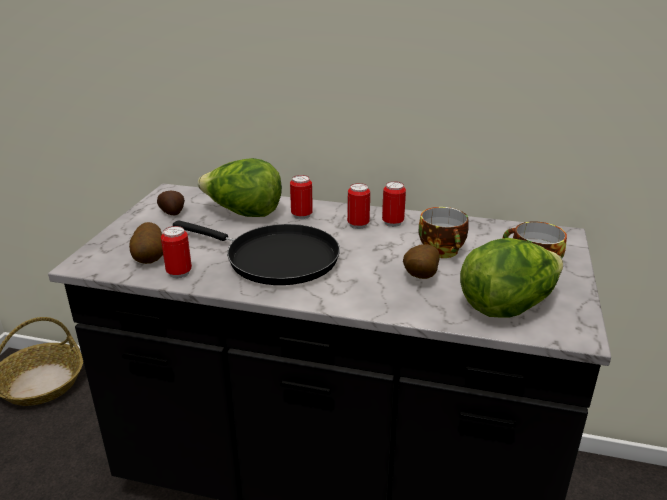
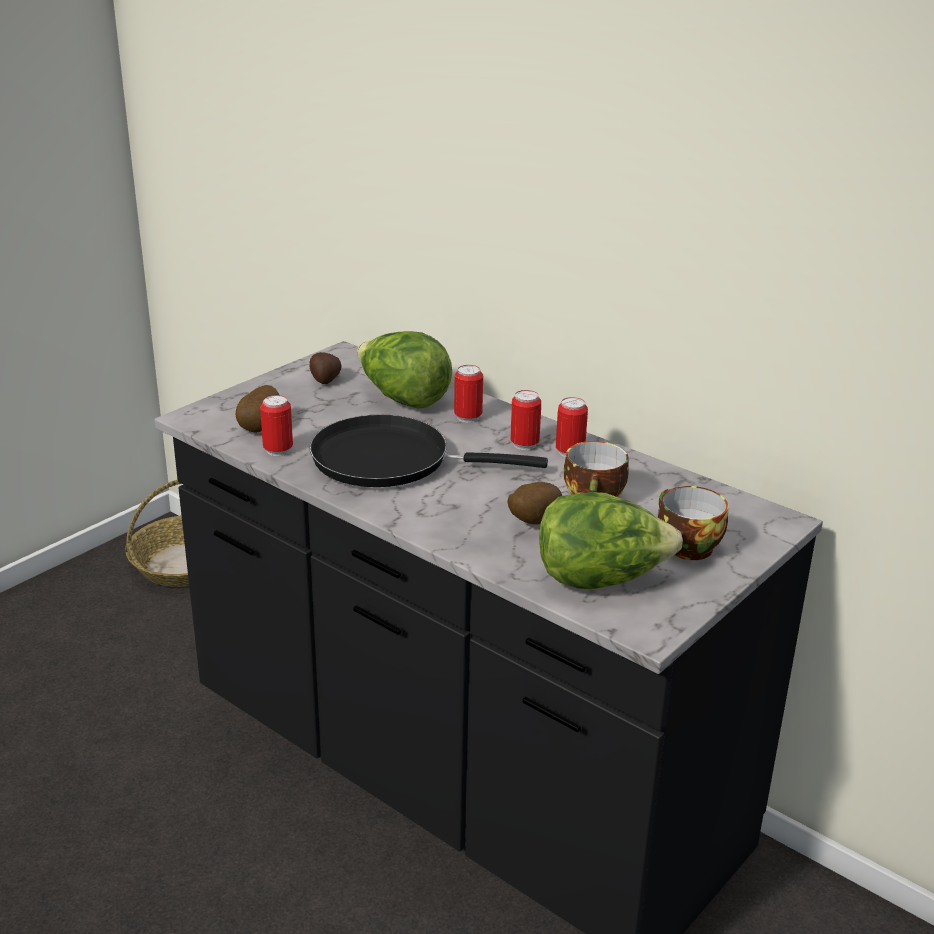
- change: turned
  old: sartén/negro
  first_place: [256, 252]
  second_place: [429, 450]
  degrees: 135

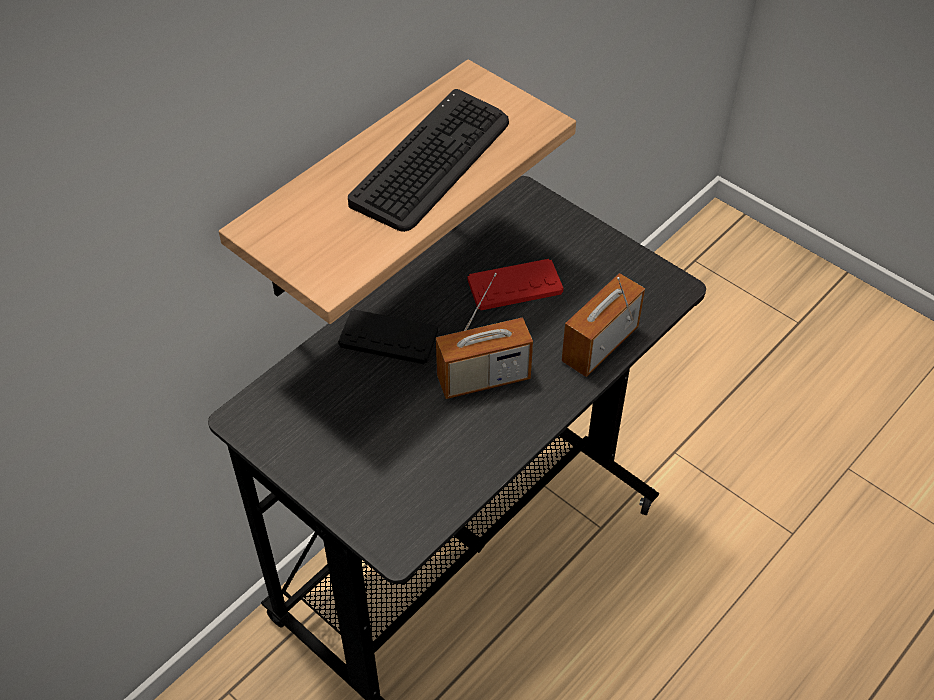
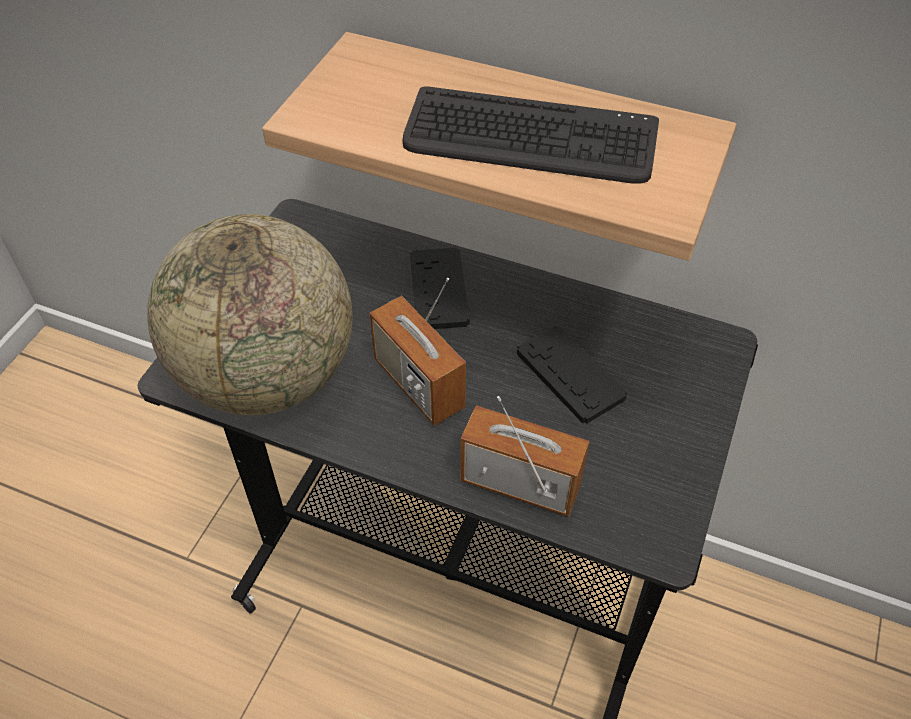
- change: recoloured
  old: mando de consola/rojo
  new: mando de consola/negro
  first_place: [515, 284]
  second_place: [572, 374]
- change: added
  new: globo terráqueo
  second_place: [250, 314]

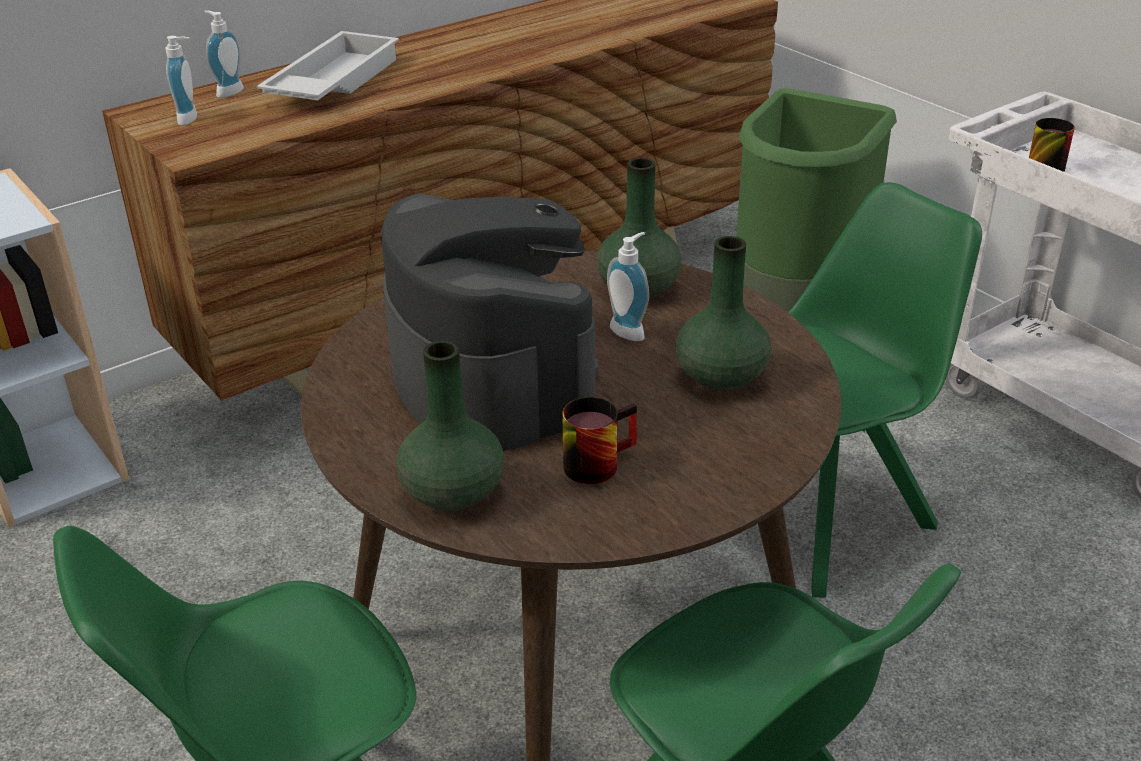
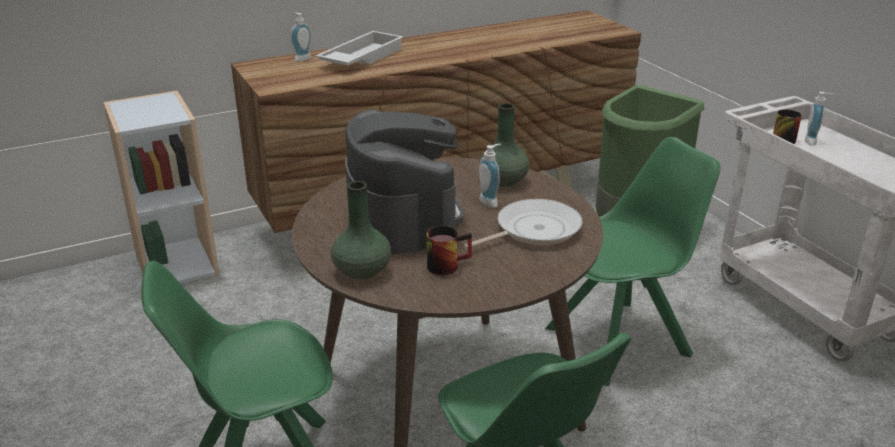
- change: moved
  old: dispensador de jabón
  first_place: [181, 81]
  second_place: [819, 119]
- change: replaced
  old: florero/verde
  new: sartén
  first_place: [723, 313]
  second_place: [523, 224]

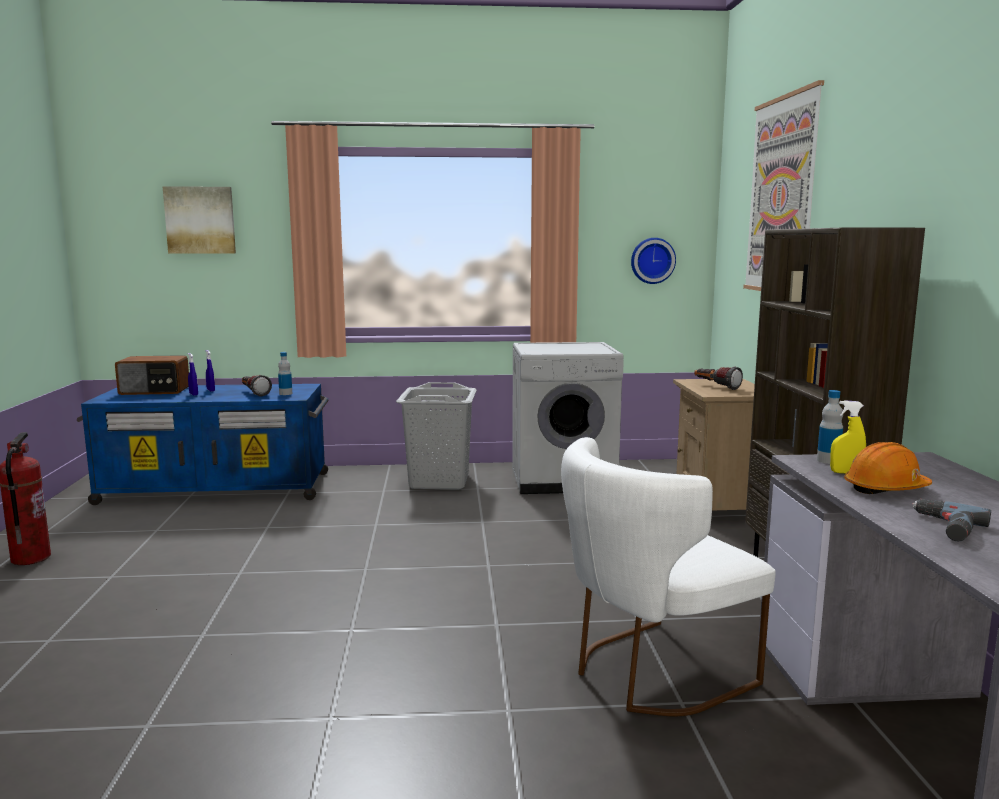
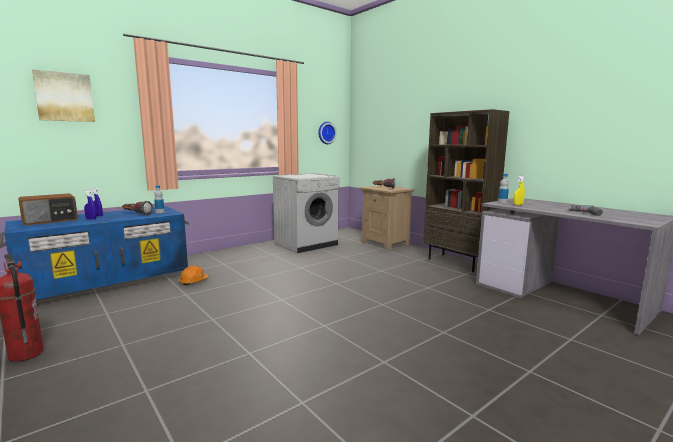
- change: removed
  old: cesto de la ropa/gris
  first_place: [436, 435]
- change: removed
  old: silla/blanco
  first_place: [668, 577]
- change: removed
  old: cuadro
  first_place: [783, 185]
- change: moved
  old: casco/naranja
  first_place: [888, 468]
  second_place: [194, 275]

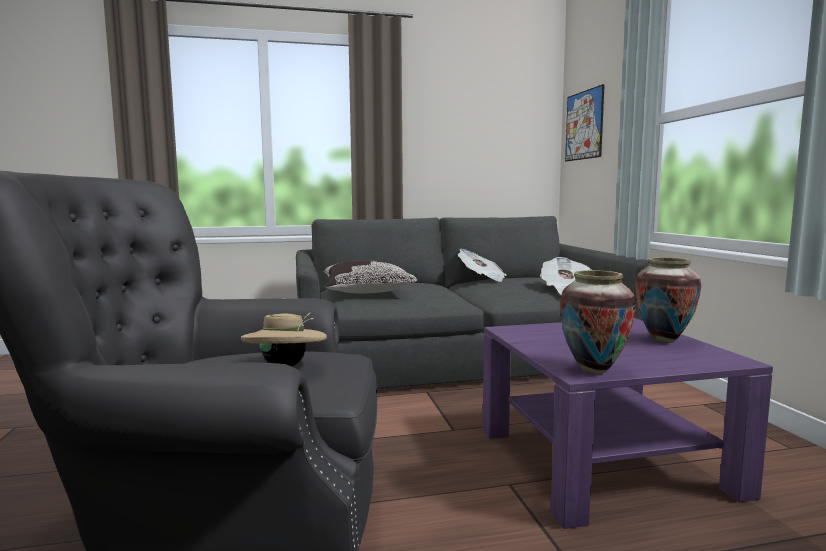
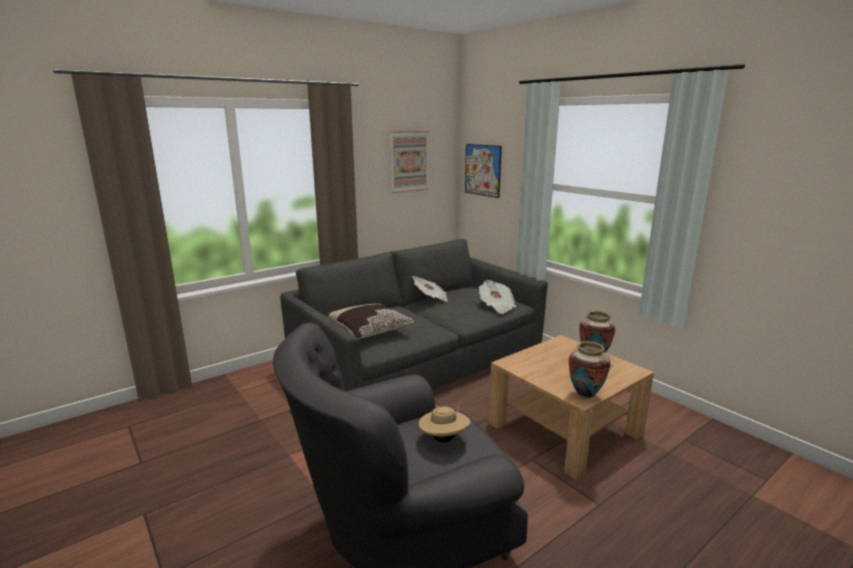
- change: recoloured
  old: mesa de centro/morado
  new: mesa de centro/marrón
  first_place: [628, 423]
  second_place: [571, 407]
- change: added
  new: cuadro
  second_place: [409, 162]

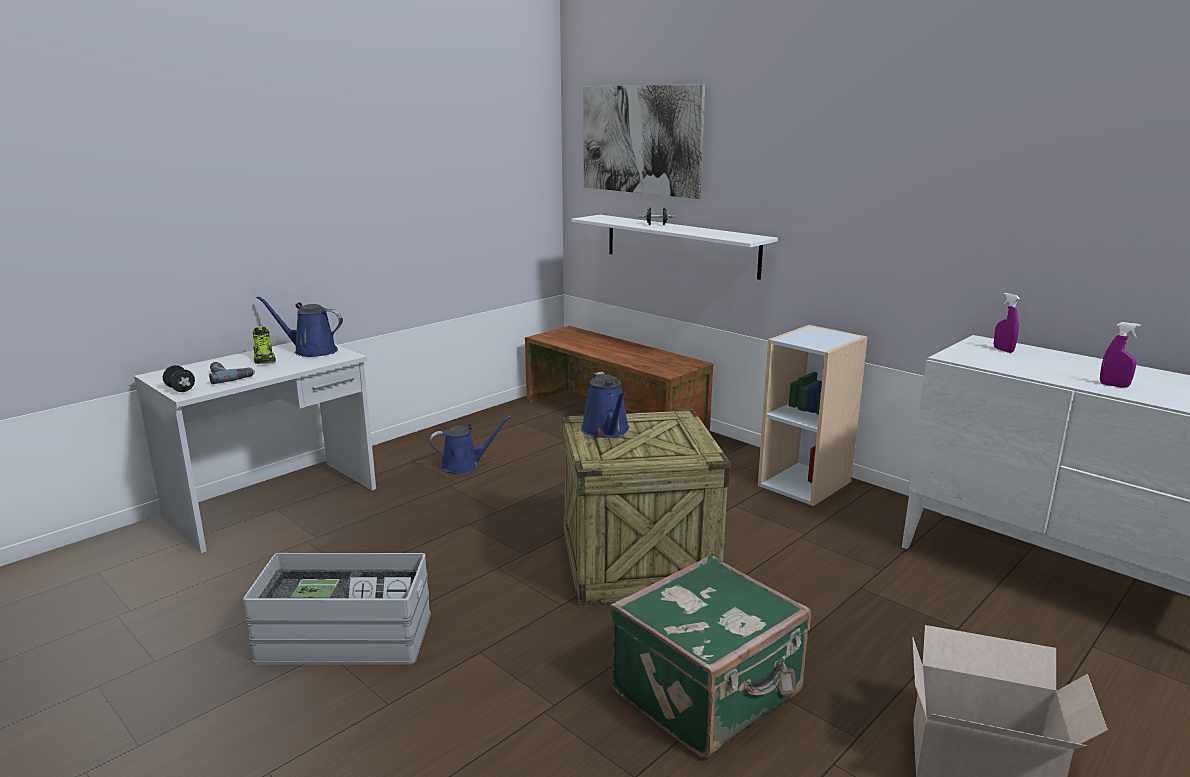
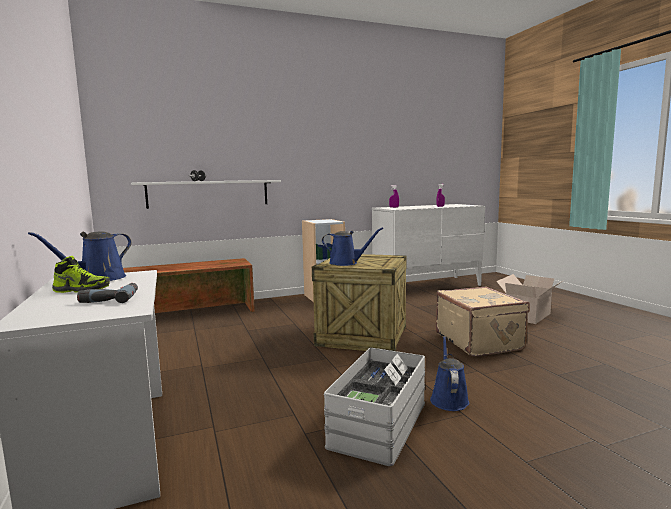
- change: removed
  old: mancuerna/negro
  first_place: [179, 378]
- change: moved
  old: regadera/azul
  first_place: [470, 445]
  second_place: [450, 373]
- change: removed
  old: cuadro
  first_place: [644, 142]
- change: recoloured
  old: maleta/verde
  new: maleta/beis
  first_place: [710, 656]
  second_place: [483, 321]

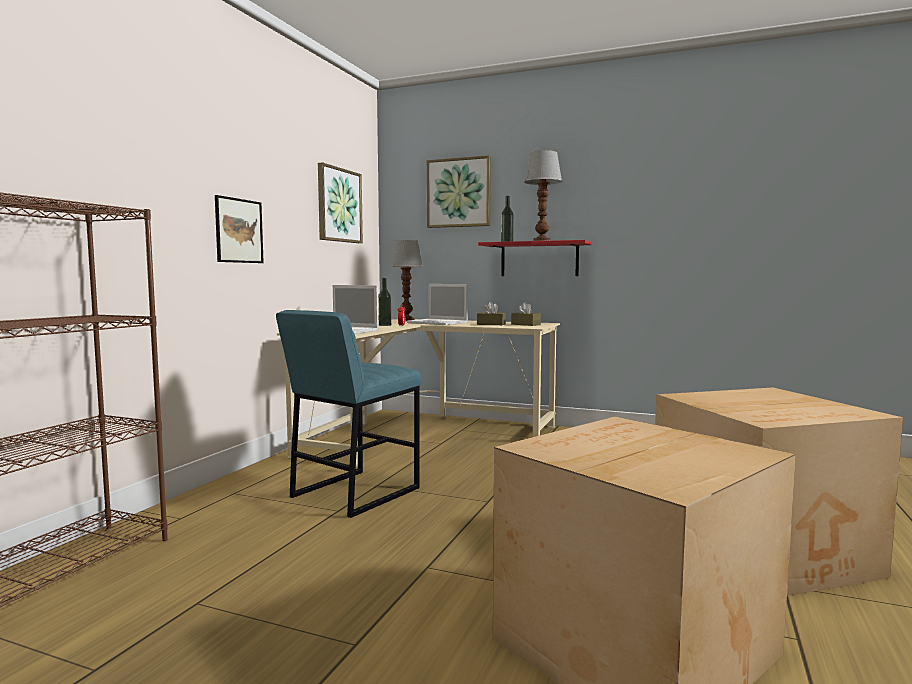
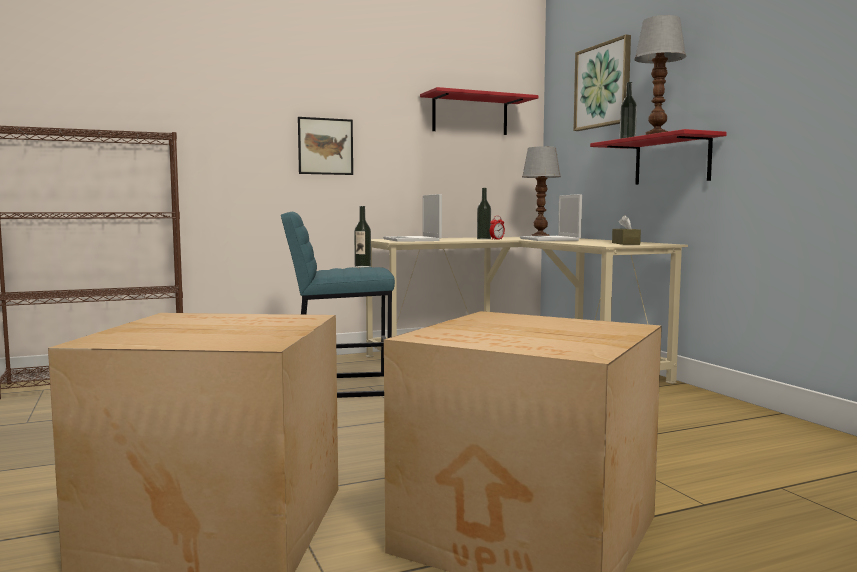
- change: replaced
  old: cuadro
  new: estante/rojo
  first_place: [340, 202]
  second_place: [479, 111]
- change: removed
  old: caja de pañuelos/marrón
  first_place: [491, 313]
- change: added
  new: botella
  second_place: [362, 236]

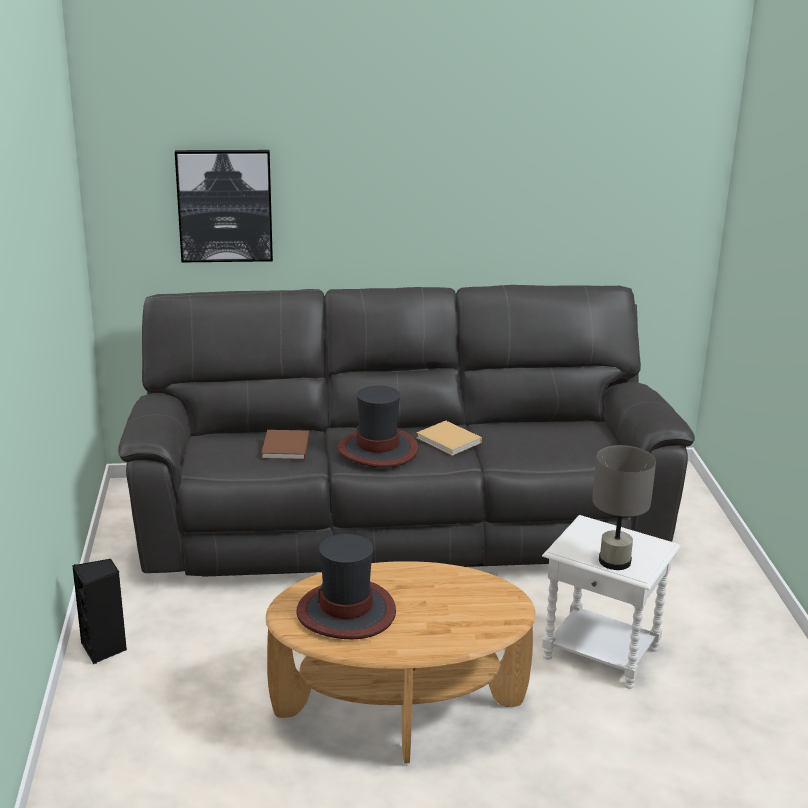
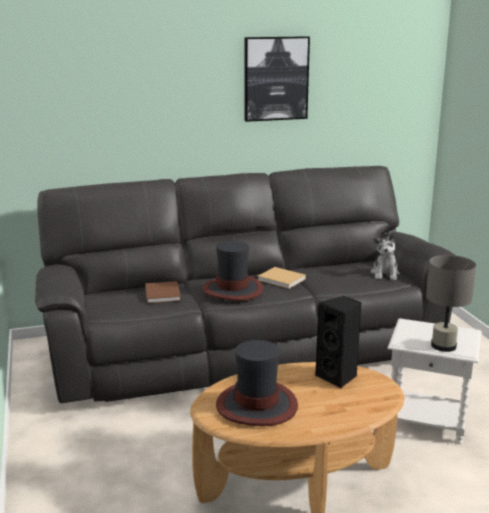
- change: moved
  old: altavoz/negro
  first_place: [99, 611]
  second_place: [338, 342]
- change: moved
  old: cuadro
  first_place: [224, 206]
  second_place: [277, 79]
- change: added
  new: peluche
  second_place: [385, 256]

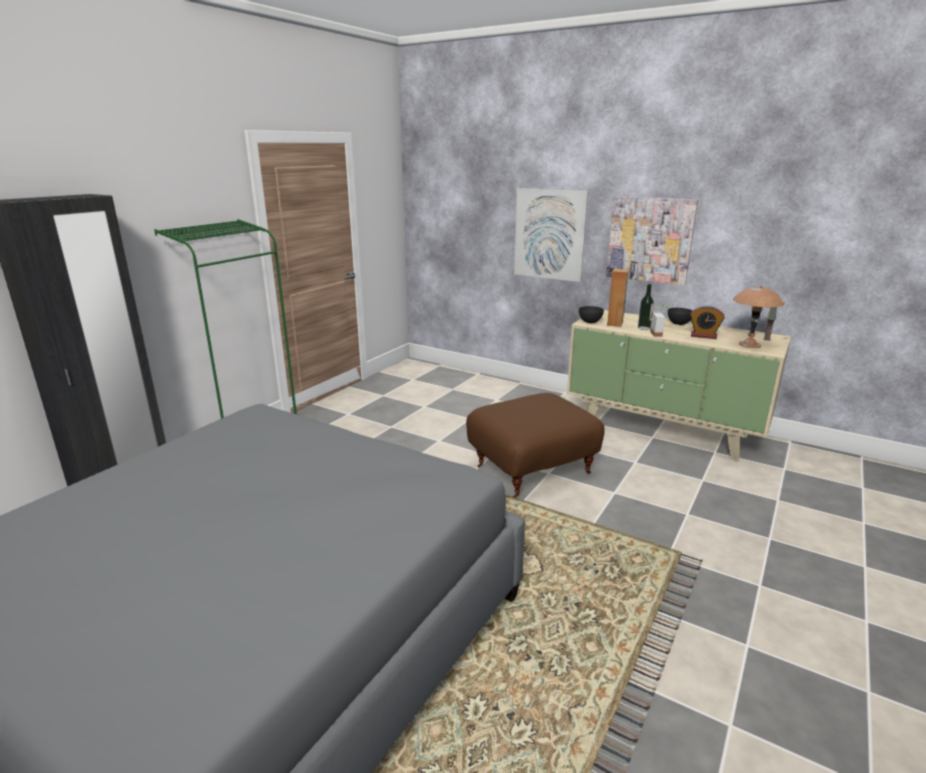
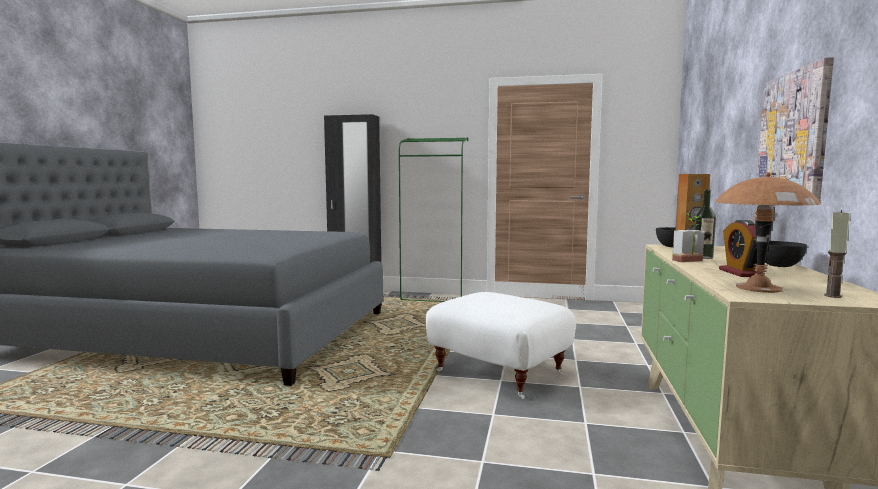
- change: recoloured
  old: puf/marrón
  new: puf/blanco
  first_place: [535, 445]
  second_place: [500, 345]
- change: removed
  old: cuadro
  first_place: [551, 235]

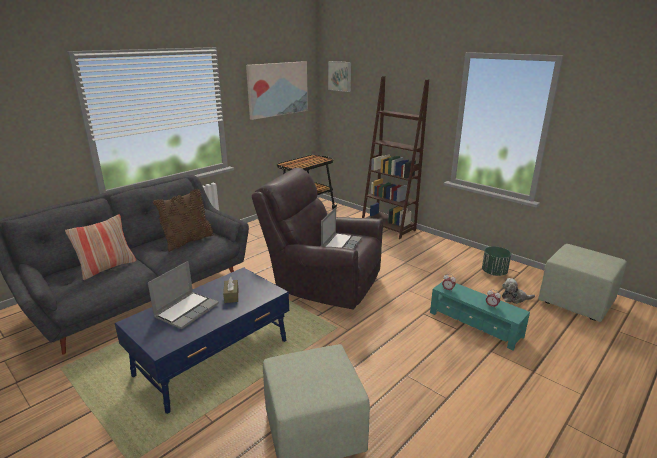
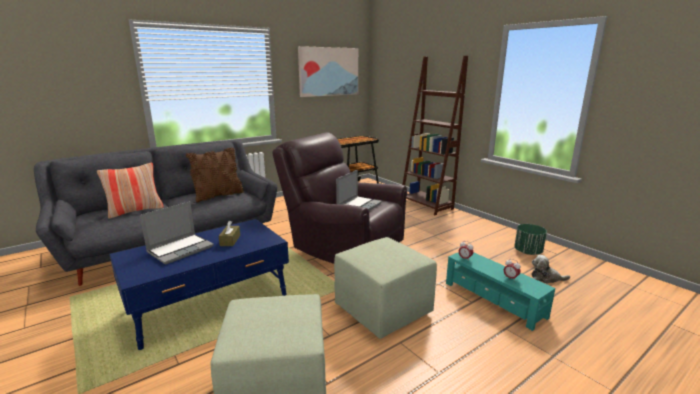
- change: removed
  old: cuadro
  first_place: [339, 76]
- change: moved
  old: puf/verde
  first_place: [582, 283]
  second_place: [385, 288]

